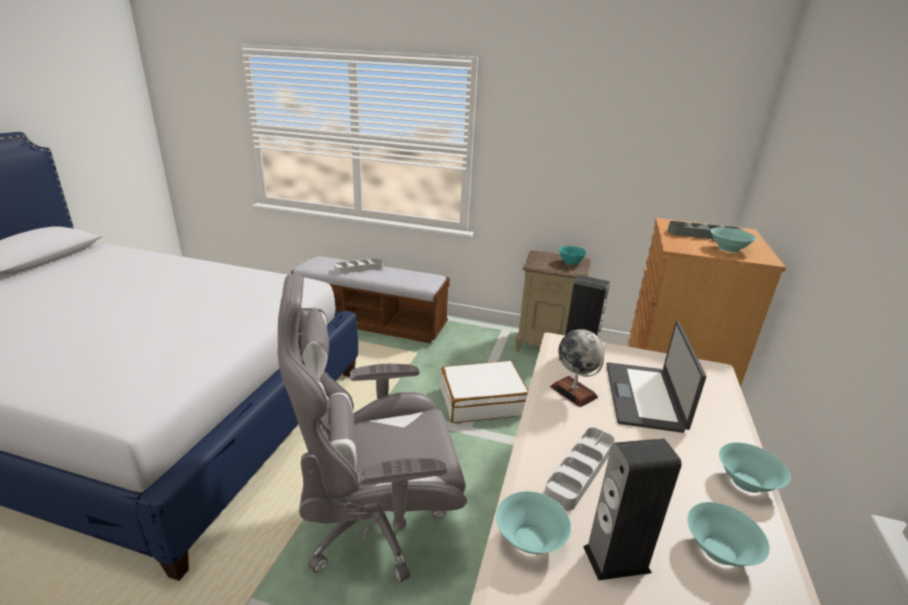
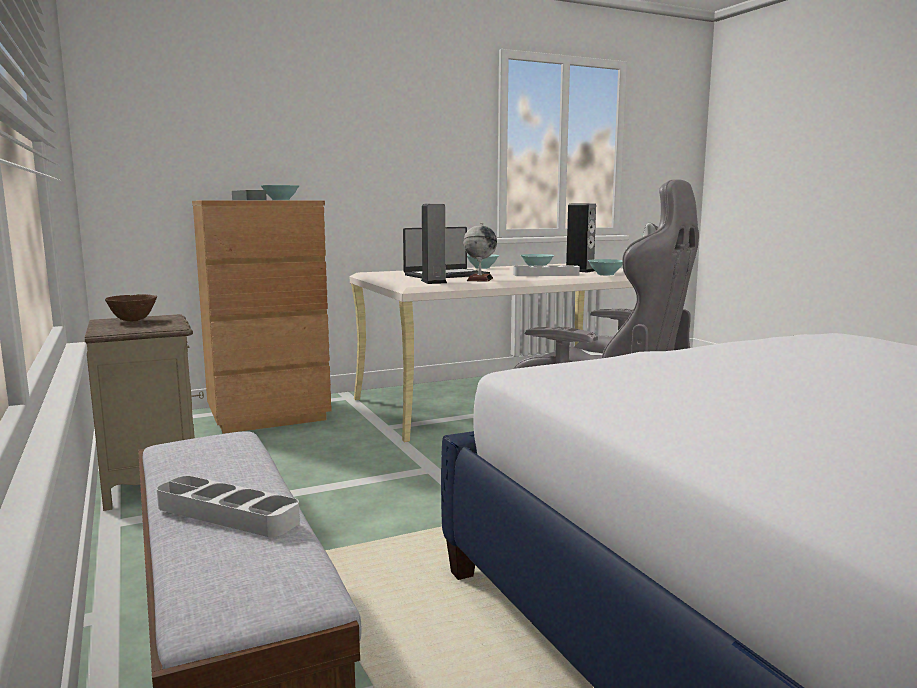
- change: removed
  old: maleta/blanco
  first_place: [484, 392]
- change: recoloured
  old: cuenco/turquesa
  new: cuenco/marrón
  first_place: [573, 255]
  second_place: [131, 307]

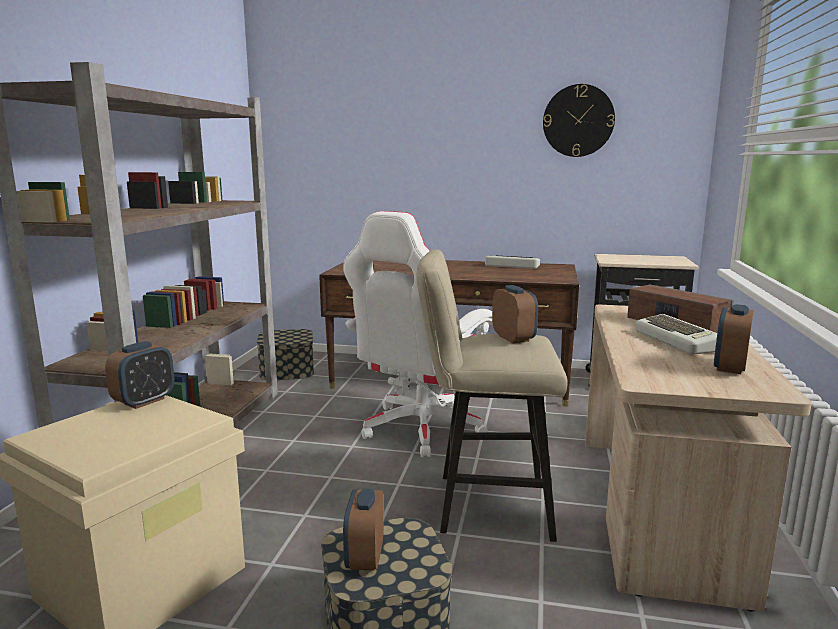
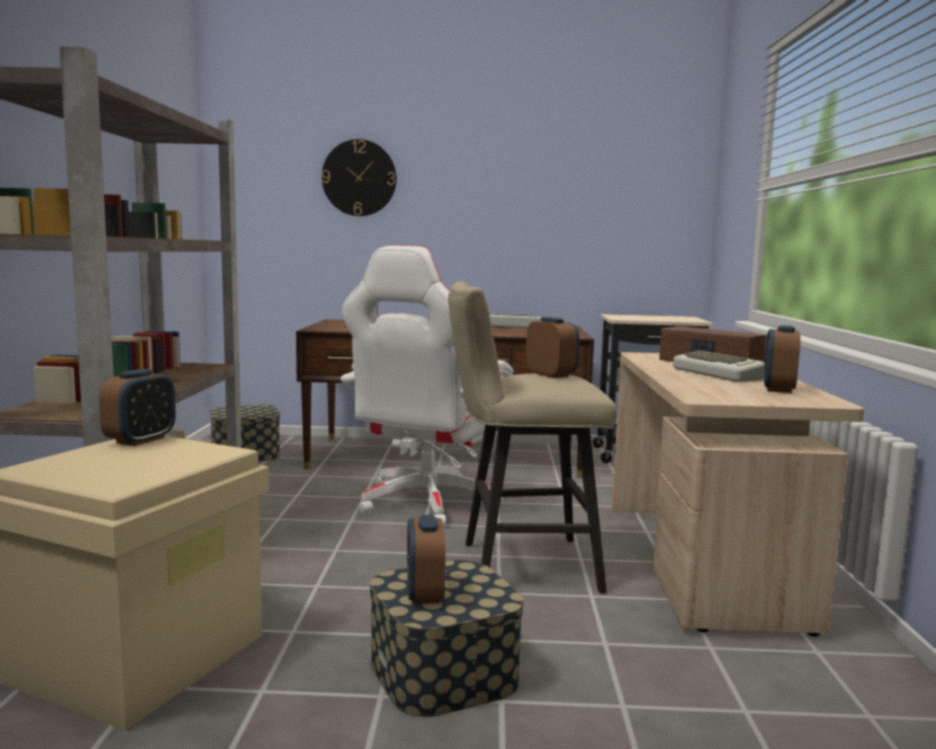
- change: moved
  old: reloj de pared
  first_place: [579, 120]
  second_place: [359, 177]

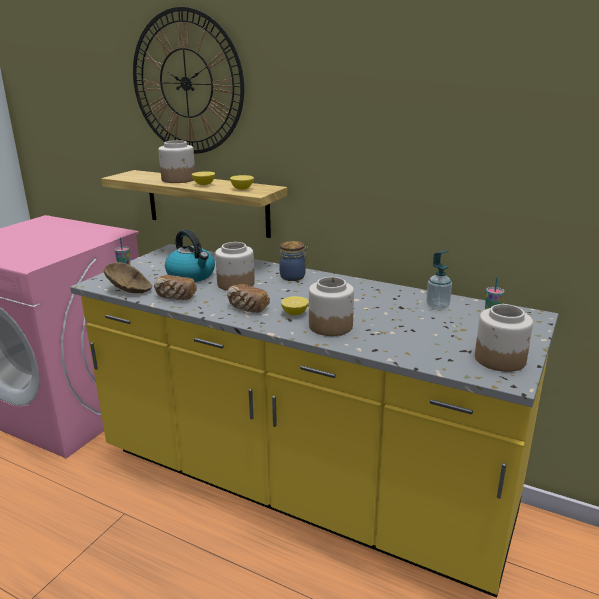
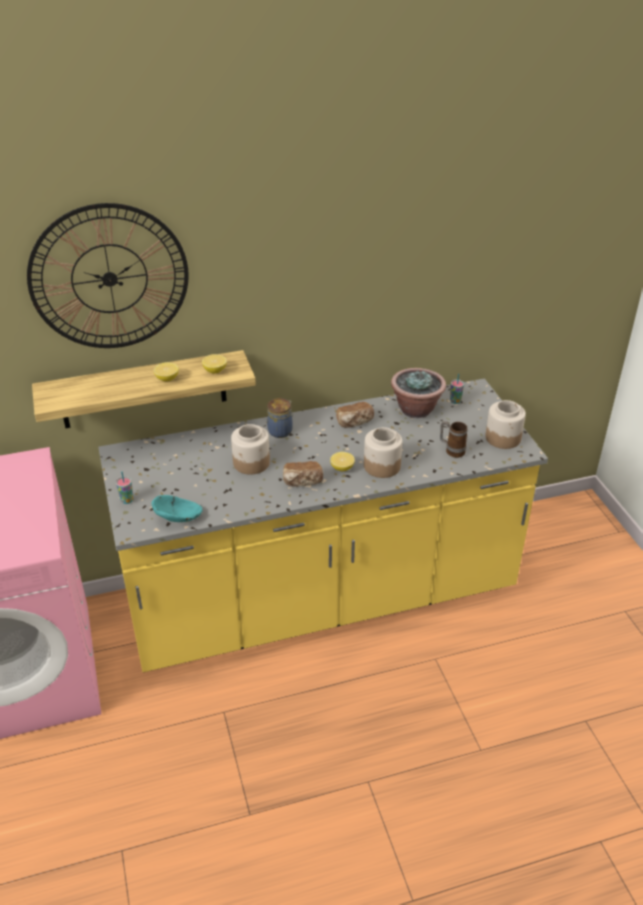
- change: recoloured
  old: cuenco/marrón
  new: cuenco/turquesa
  first_place: [128, 277]
  second_place: [177, 508]
- change: moved
  old: pan
  first_place: [175, 287]
  second_place: [355, 415]
- change: removed
  old: tarro
  first_place: [176, 161]
- change: removed
  old: hervidor
  first_place: [190, 255]
- change: replaced
  old: dispensador de jabón
  new: planta en maceta
  first_place: [439, 280]
  second_place: [418, 393]
- change: added
  new: taza grande
  second_place: [454, 439]

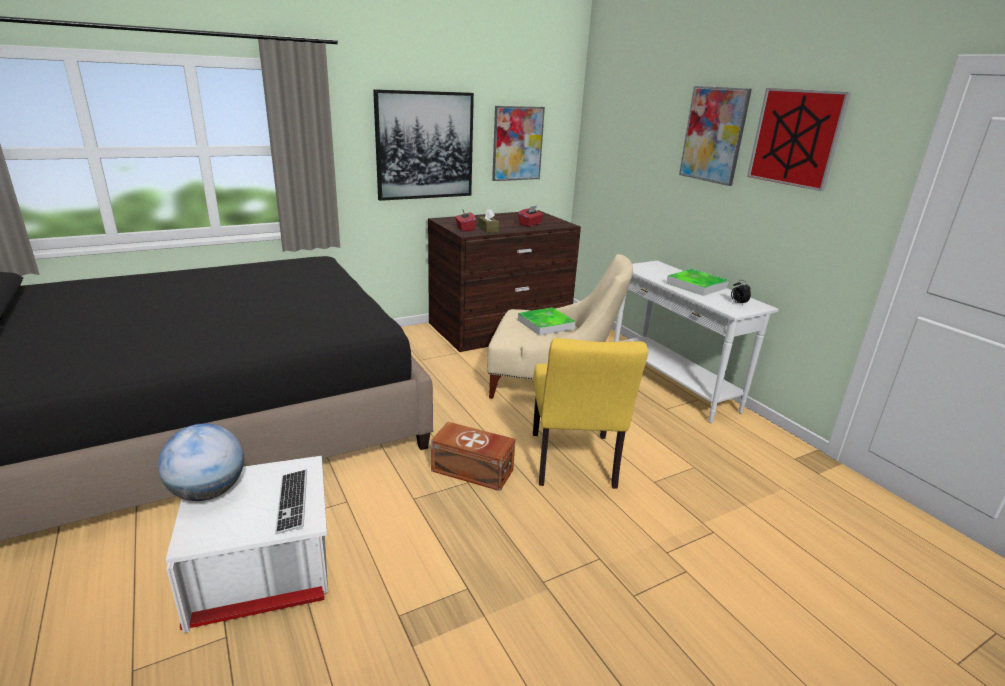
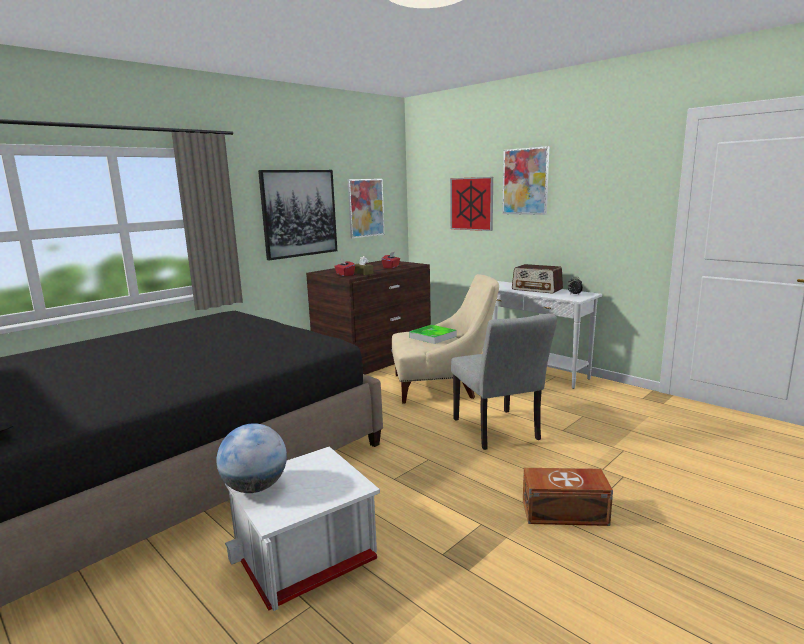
- change: removed
  old: teclado
  first_place: [291, 502]
- change: moved
  old: caja de almacenaje/marrón
  first_place: [473, 456]
  second_place: [568, 497]
- change: recoloured
  old: silla/amarillo
  new: silla/gris
  first_place: [590, 413]
  second_place: [504, 381]
- change: replaced
  old: bandeja
  new: radio
  first_place: [697, 282]
  second_place: [537, 279]
- change: moved
  old: cuadro
  first_place: [799, 139]
  second_place: [471, 204]

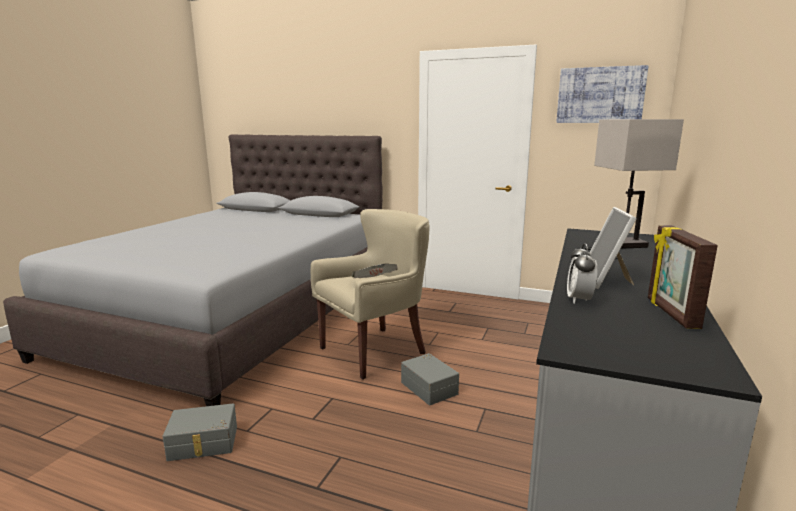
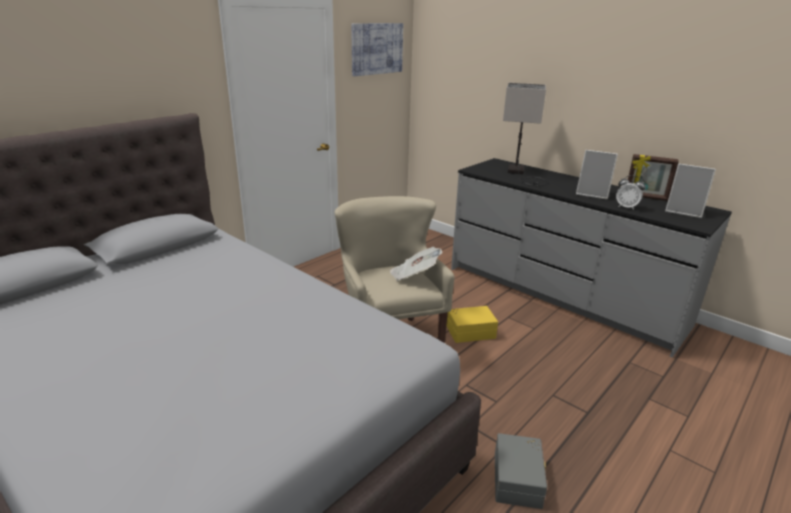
- change: recoloured
  old: caja de almacenaje/gris
  new: caja de almacenaje/amarillo
  first_place: [430, 379]
  second_place: [472, 324]
- change: added
  new: portarretratos
  second_place: [690, 191]

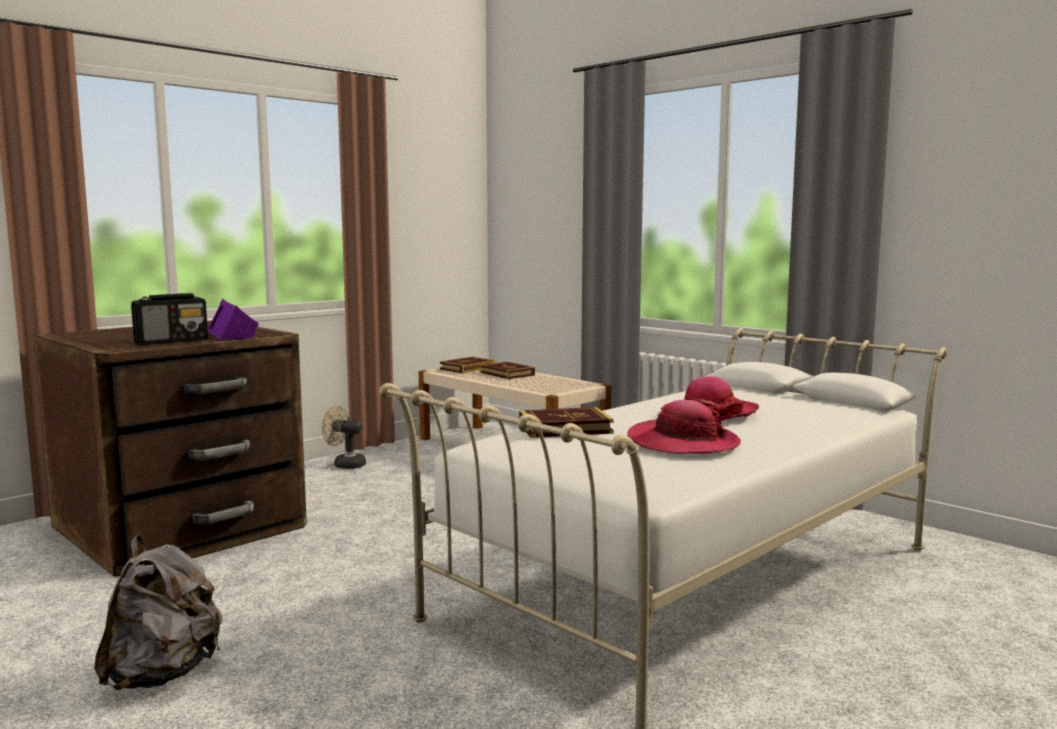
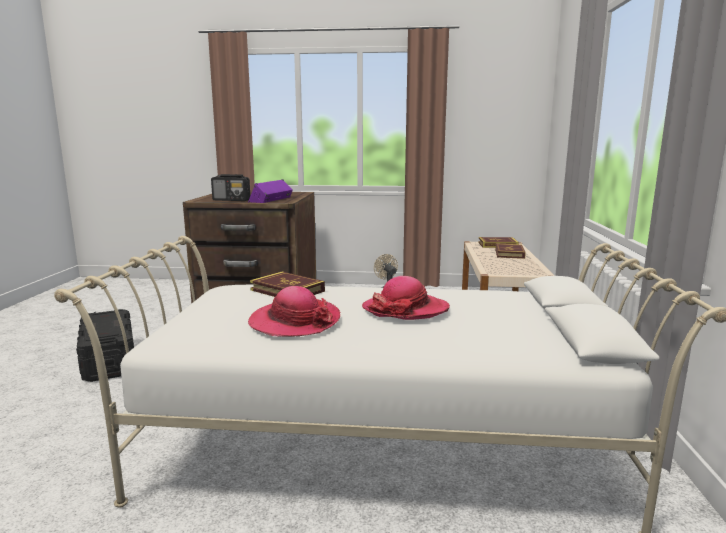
- change: replaced
  old: mochila/gris
  new: caja de almacenaje/negro
  first_place: [158, 612]
  second_place: [105, 345]

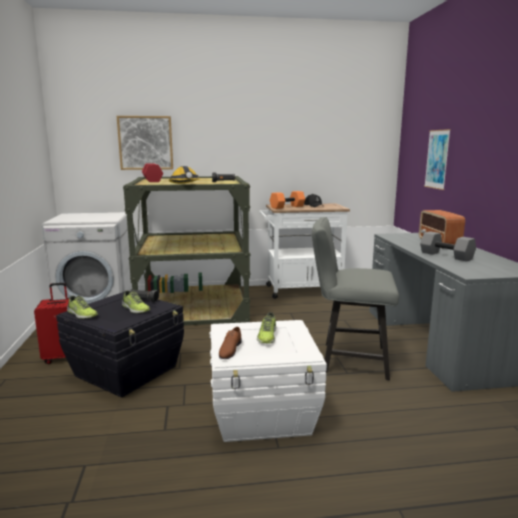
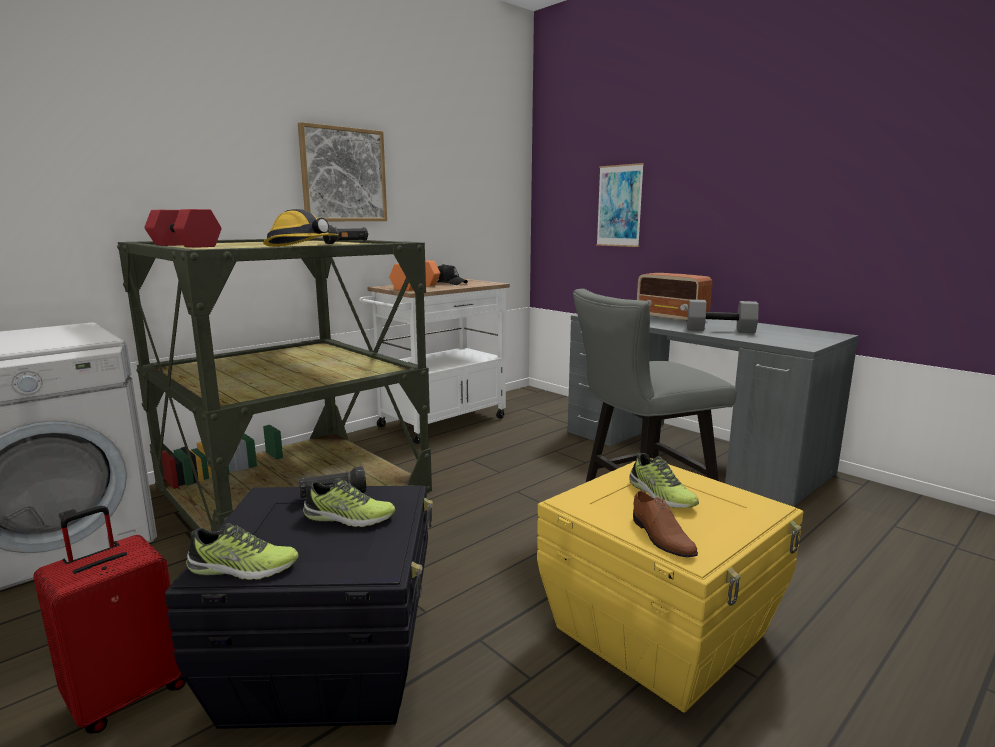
- change: moved
  old: cuadro
  first_place: [145, 143]
  second_place: [342, 171]
- change: recoloured
  old: caja de almacenaje/blanco
  new: caja de almacenaje/amarillo
  first_place: [268, 381]
  second_place: [670, 585]

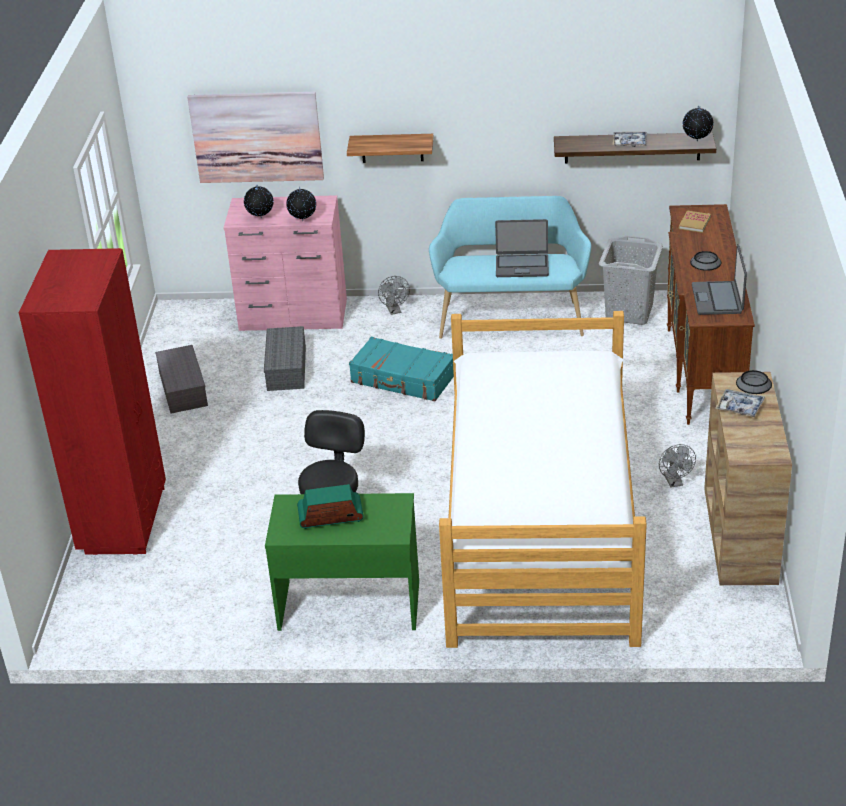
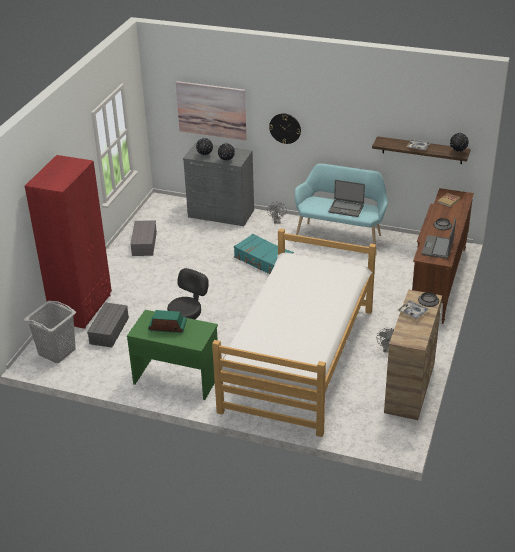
- change: recoloured
  old: cómoda/rosa
  new: cómoda/gris
  first_place: [285, 263]
  second_place: [218, 184]
- change: moved
  old: caja de almacenaje/gris
  first_place: [285, 358]
  second_place: [108, 325]
- change: replaced
  old: estante
  new: reloj de pared
  first_place: [390, 148]
  second_place: [285, 128]
- change: moved
  old: cesto de la ropa/gris
  first_place: [631, 280]
  second_place: [50, 332]

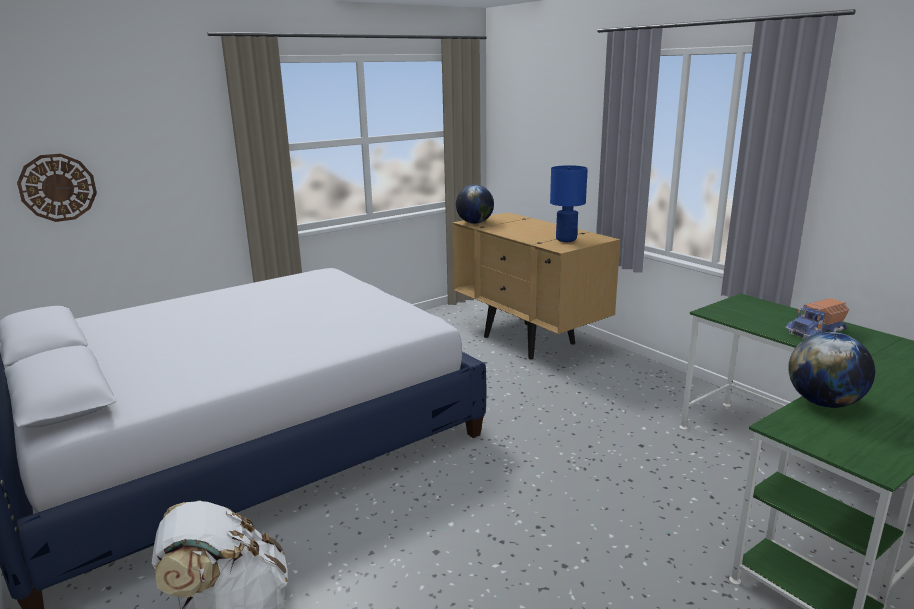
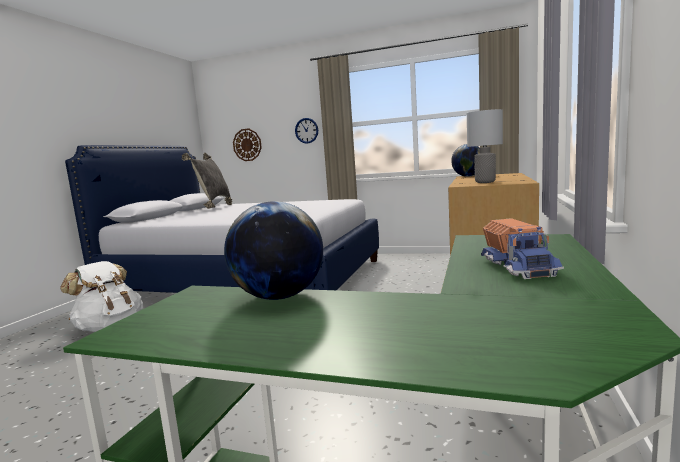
- change: recoloured
  old: lámpara de mesa/azul
  new: lámpara de mesa/gris
  first_place: [569, 203]
  second_place: [485, 146]
- change: turned
  old: camión de juguete
  first_place: [817, 318]
  second_place: [522, 248]
  degrees: -120
- change: added
  new: cojín
  second_place: [206, 180]
- change: added
  new: reloj de pared
  second_place: [306, 131]

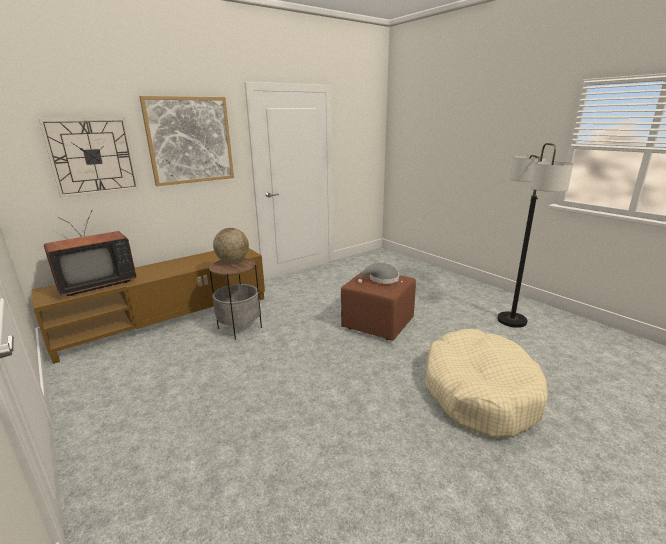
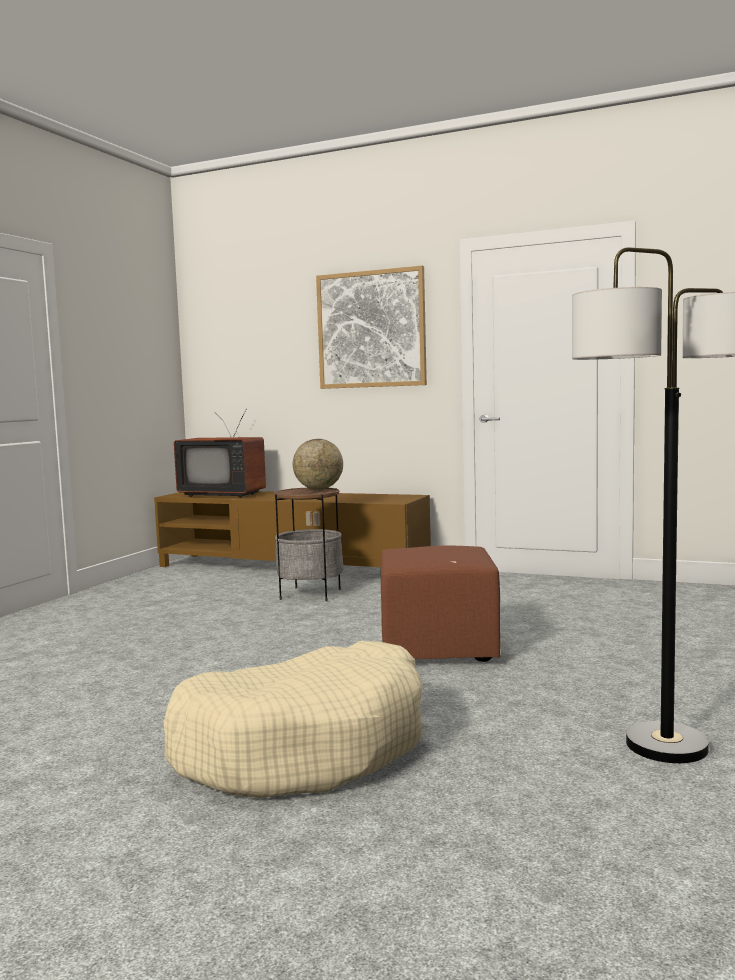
- change: removed
  old: reloj de pared
  first_place: [89, 158]
- change: removed
  old: sombrero/gris
  first_place: [378, 273]

